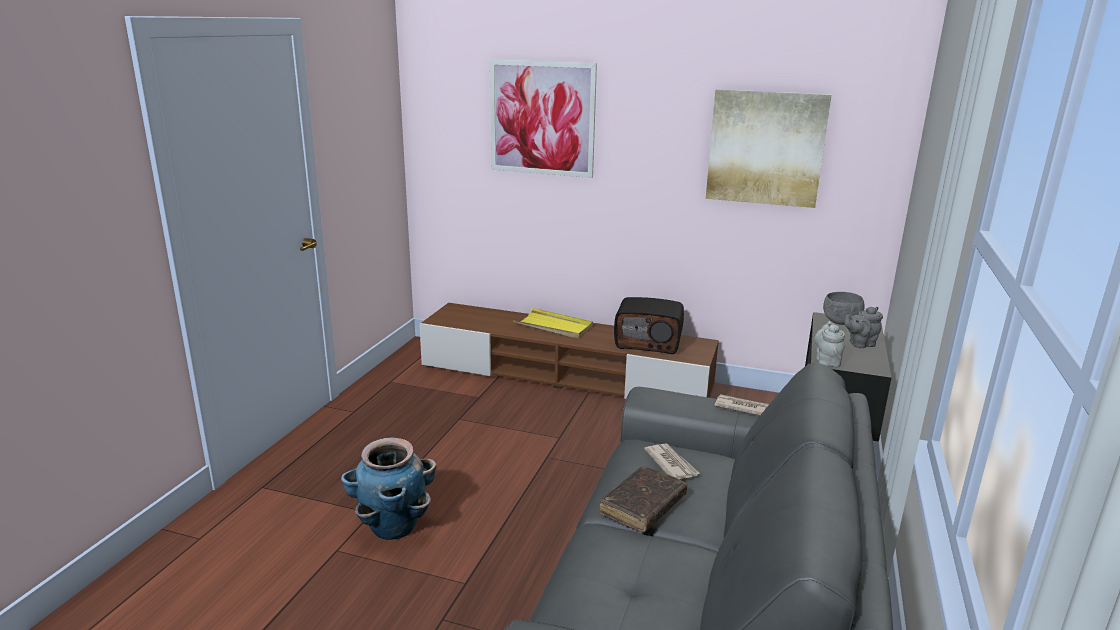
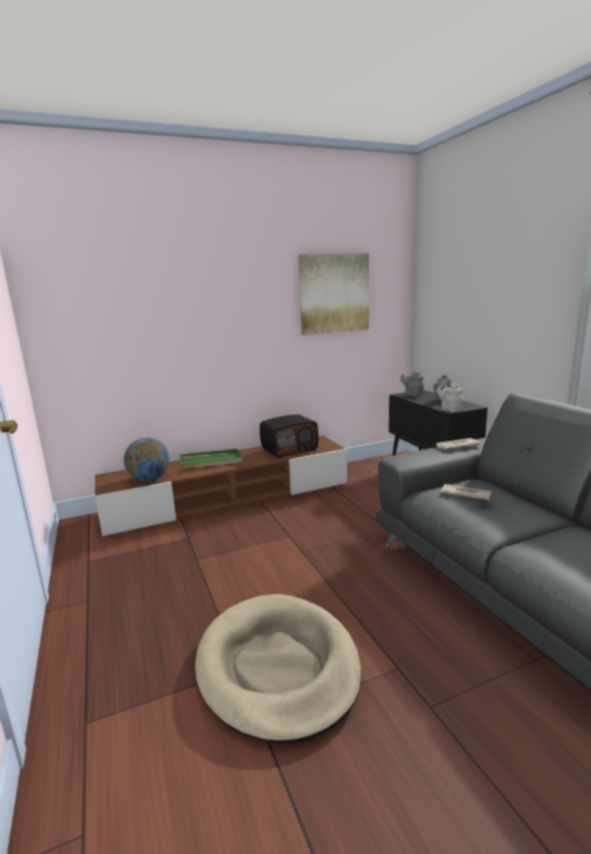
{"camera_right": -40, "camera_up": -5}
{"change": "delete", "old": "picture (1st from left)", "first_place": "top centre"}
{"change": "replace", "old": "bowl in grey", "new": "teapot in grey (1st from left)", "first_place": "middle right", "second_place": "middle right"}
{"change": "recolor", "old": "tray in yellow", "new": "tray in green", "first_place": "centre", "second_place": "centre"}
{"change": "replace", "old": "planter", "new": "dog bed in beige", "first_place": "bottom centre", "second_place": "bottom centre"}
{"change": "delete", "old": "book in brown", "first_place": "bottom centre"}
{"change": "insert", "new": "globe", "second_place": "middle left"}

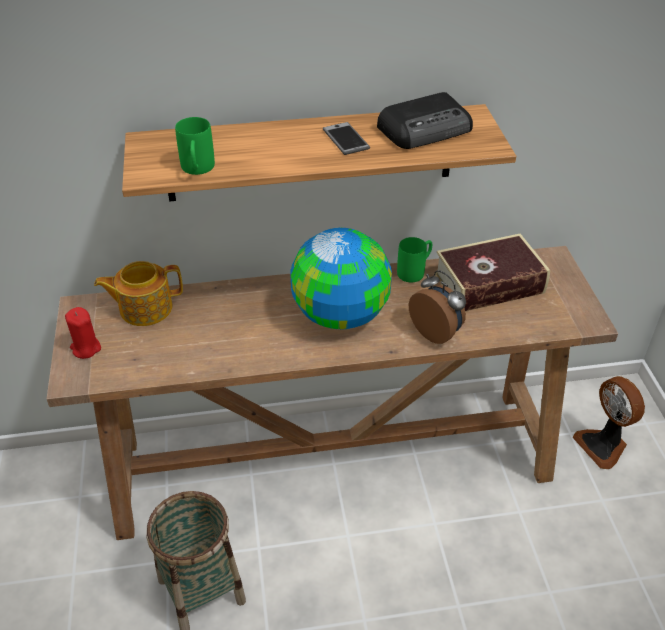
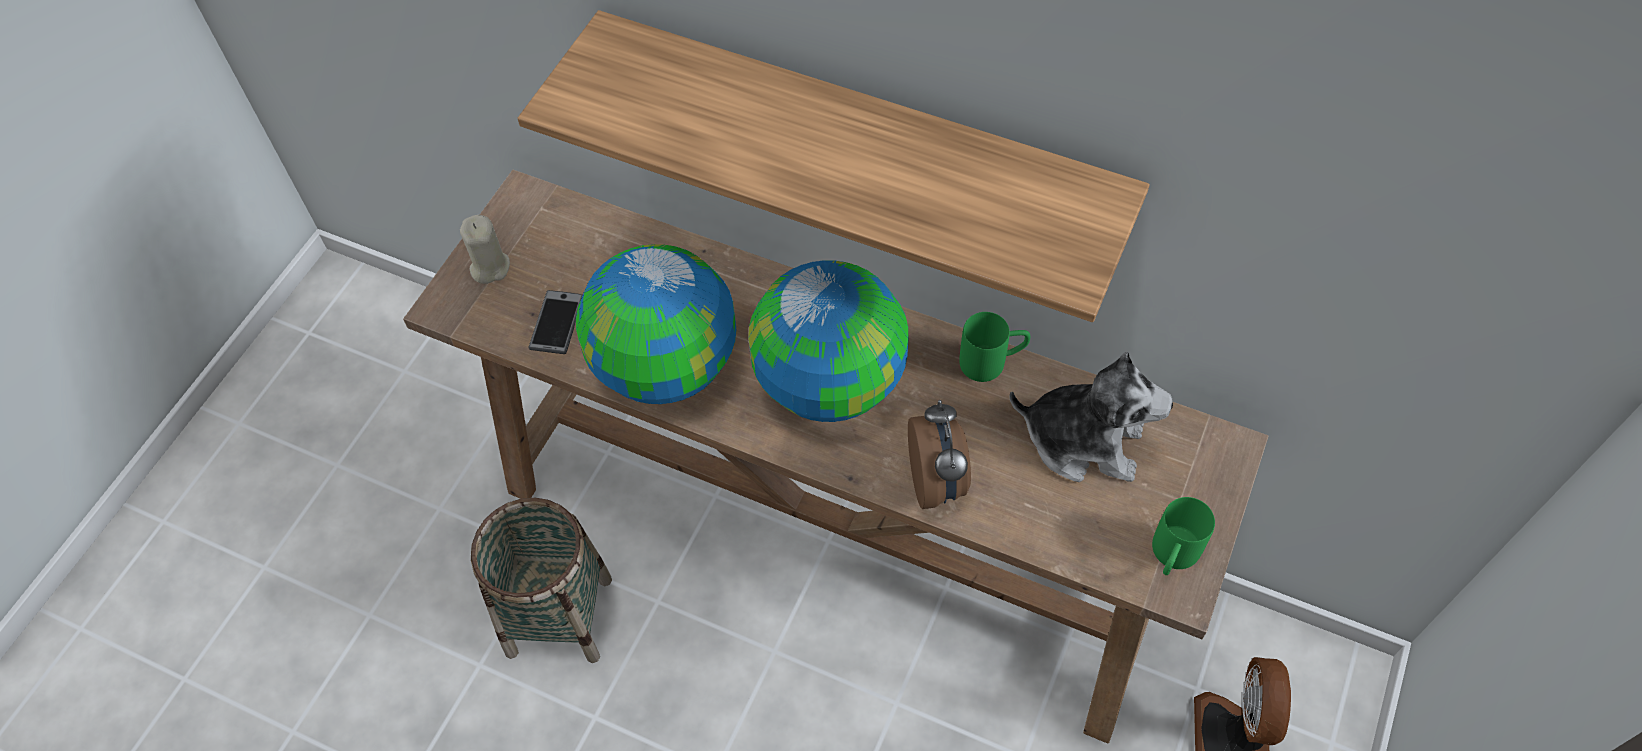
{"camera_right": 35, "camera_up": 15}
{"change": "delete", "old": "radio", "first_place": "top centre"}
{"change": "move", "old": "mug in green (1st from left in the first image)", "new": "mug in green (2nd from left)", "first_place": "top left", "second_place": "bottom right"}
{"change": "move", "old": "phone", "first_place": "top centre", "second_place": "centre"}
{"change": "replace", "old": "book", "new": "plush toy", "first_place": "middle right", "second_place": "centre"}
{"change": "delete", "old": "teapot", "first_place": "middle left"}
{"change": "recolor", "old": "candle in red", "new": "candle in beige", "first_place": "middle left", "second_place": "top left"}
{"change": "insert", "new": "globe (1st from left)", "second_place": "centre"}

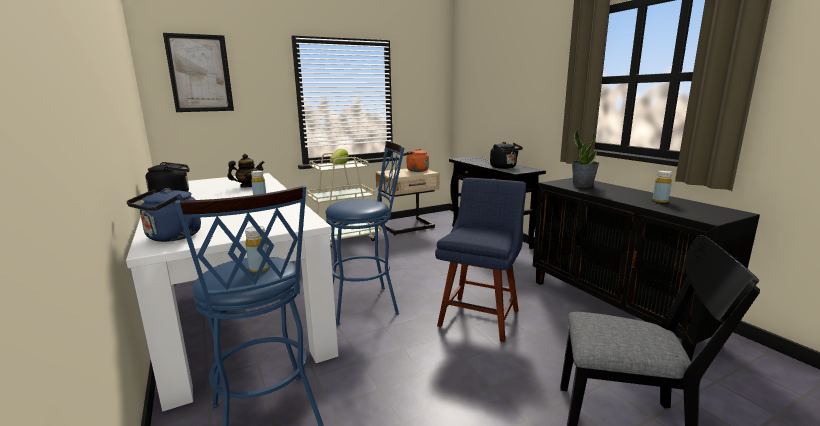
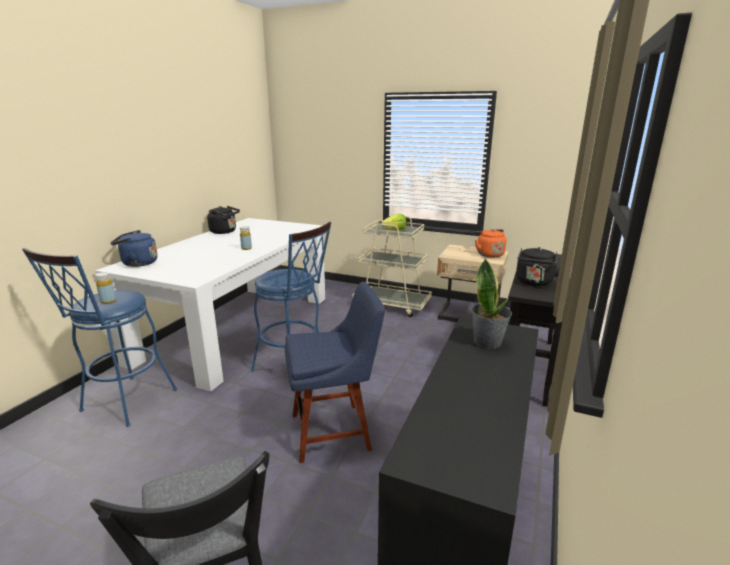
{"camera_right": 50, "camera_up": 5}
{"change": "delete", "old": "picture", "first_place": "top left"}
{"change": "delete", "old": "teapot", "first_place": "middle left"}
{"change": "delete", "old": "bottle in yellow (3rd from left)", "first_place": "middle right"}

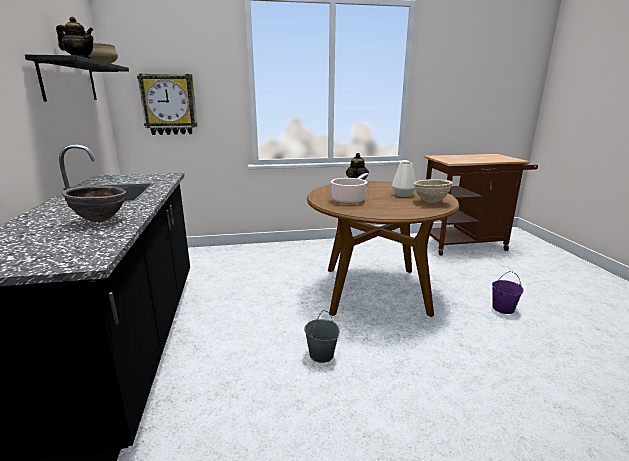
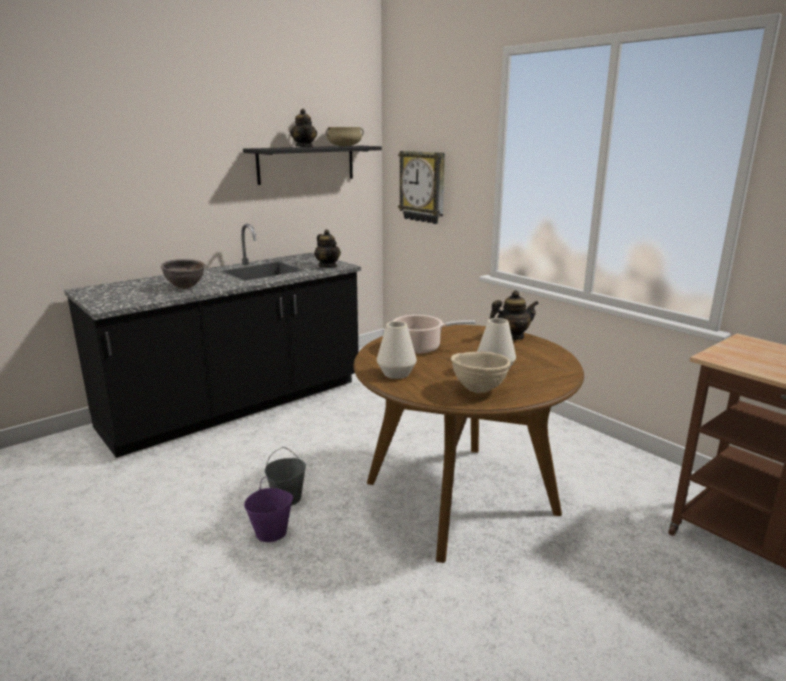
{"camera_right": 60, "camera_up": 0}
{"change": "move", "old": "bucket in purple", "first_place": "middle right", "second_place": "bottom centre"}
{"change": "insert", "new": "teapot (2nd from left)", "second_place": "centre"}
{"change": "insert", "new": "vase in white (1st from left)", "second_place": "centre"}

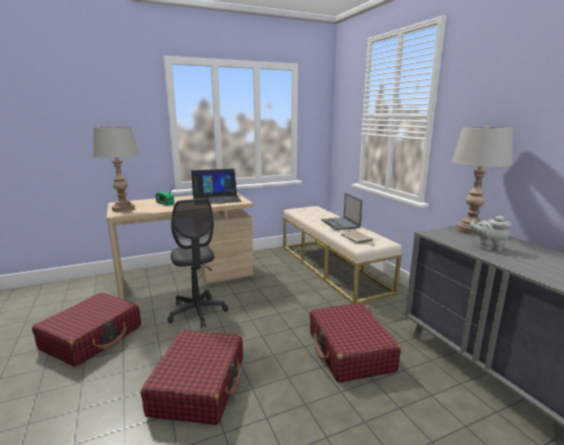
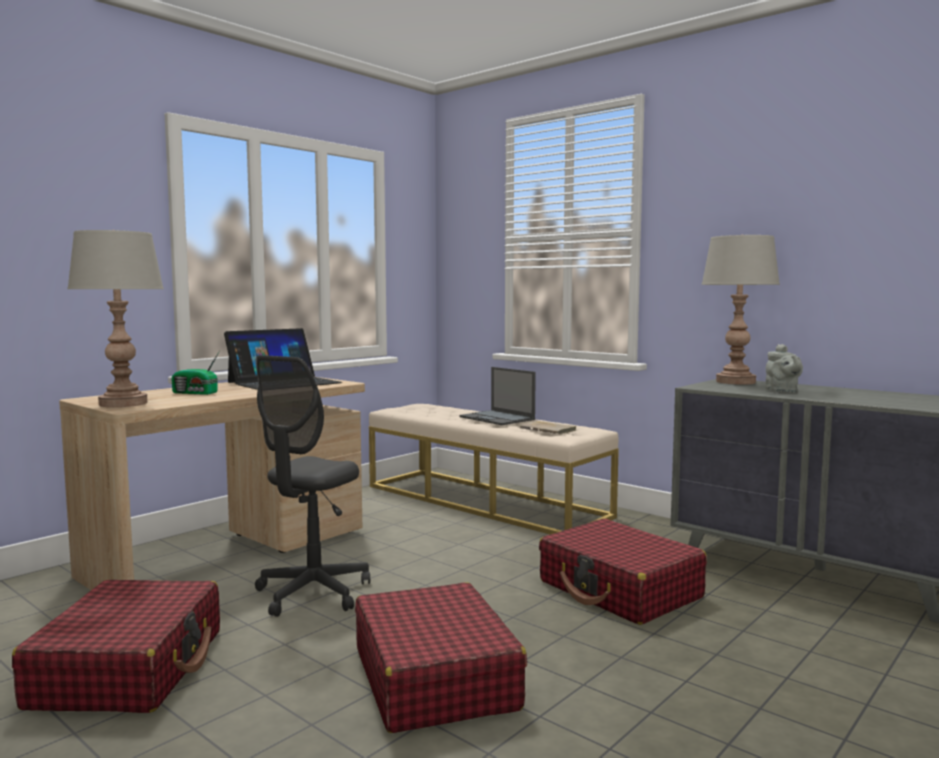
{"camera_right": -25, "camera_up": -10}
{"change": "rotate", "old": "office chair in grey", "first_place": "centre", "second_place": "middle left", "degrees": 75}
{"change": "rotate", "old": "teapot in grey", "first_place": "middle right", "second_place": "middle right", "degrees": -90}

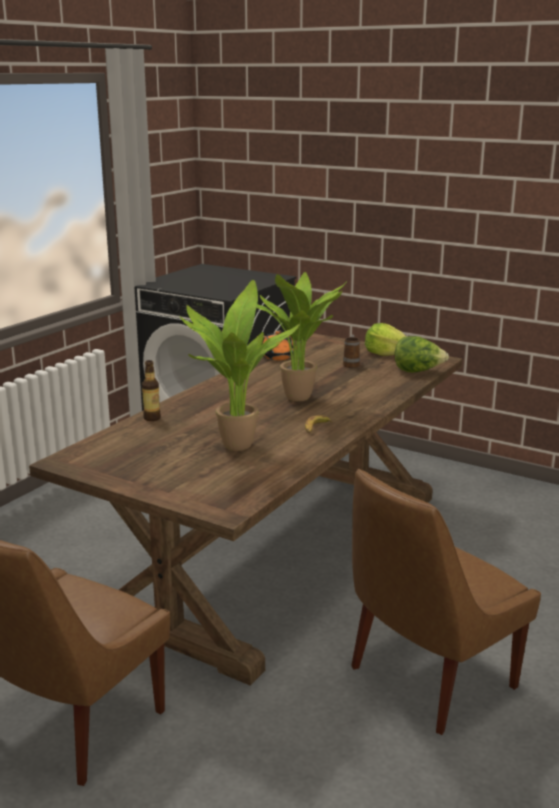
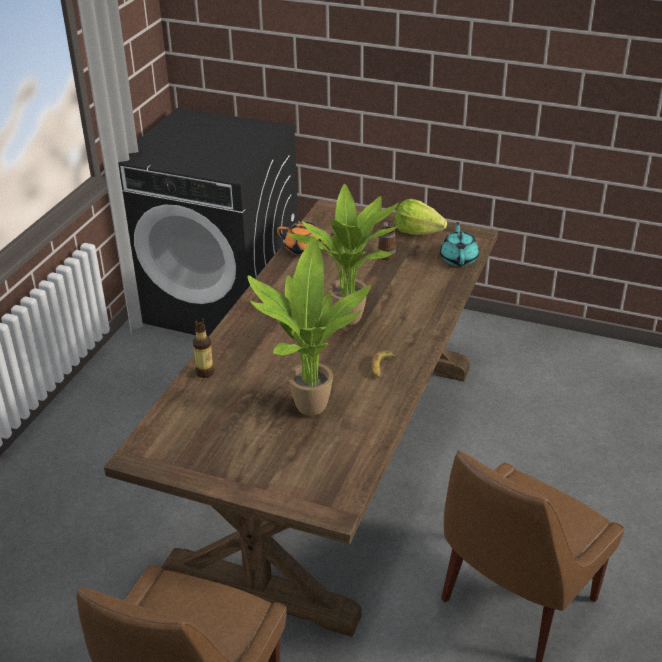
{"camera_right": -10, "camera_up": 15}
{"change": "replace", "old": "lettuce (2nd from left)", "new": "teapot in turquoise", "first_place": "middle right", "second_place": "middle right"}

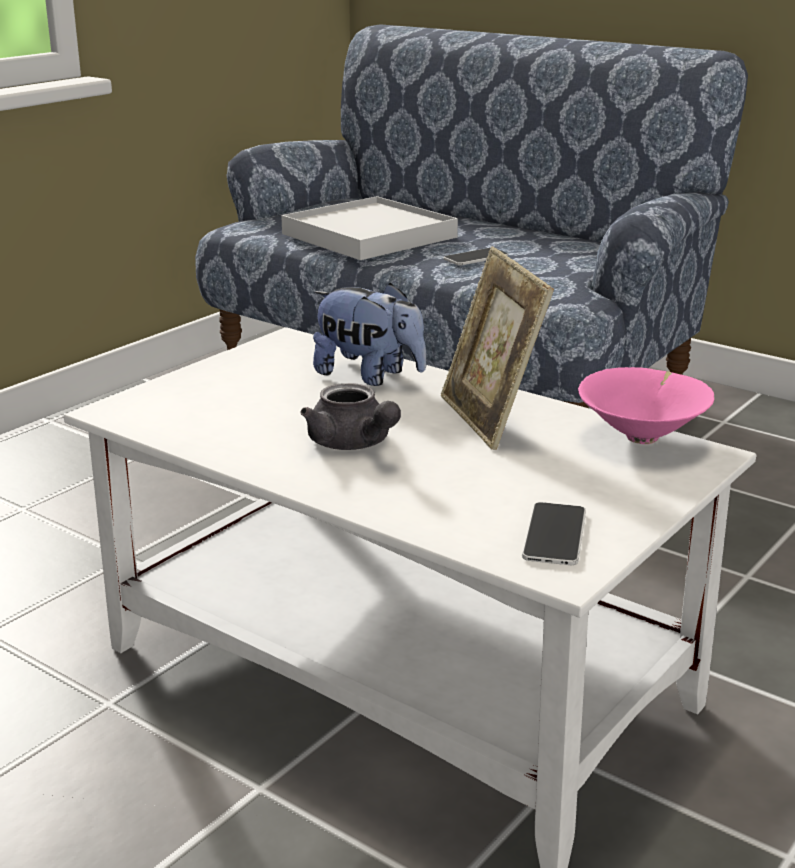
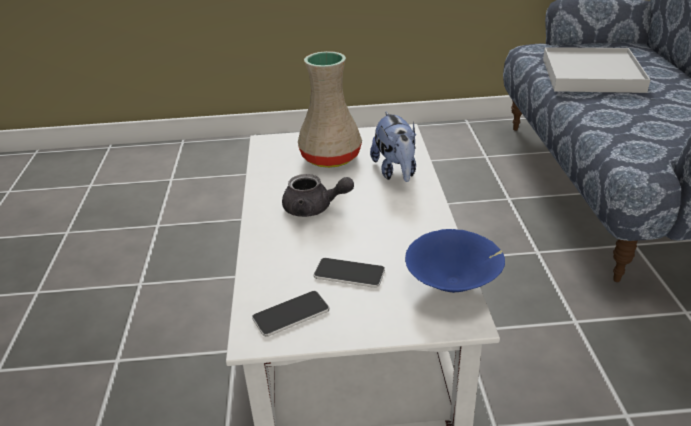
{"camera_right": 50, "camera_up": 10}
{"change": "delete", "old": "picture frame", "first_place": "centre"}
{"change": "move", "old": "phone (1st from left in the first image)", "new": "phone (2nd from left)", "first_place": "top centre", "second_place": "centre"}
{"change": "recolor", "old": "bowl in pink", "new": "bowl in blue", "first_place": "middle right", "second_place": "centre"}
{"change": "rotate", "old": "teapot in grey", "first_place": "centre", "second_place": "centre", "degrees": -90}
{"change": "insert", "new": "vase in beige", "second_place": "top centre"}

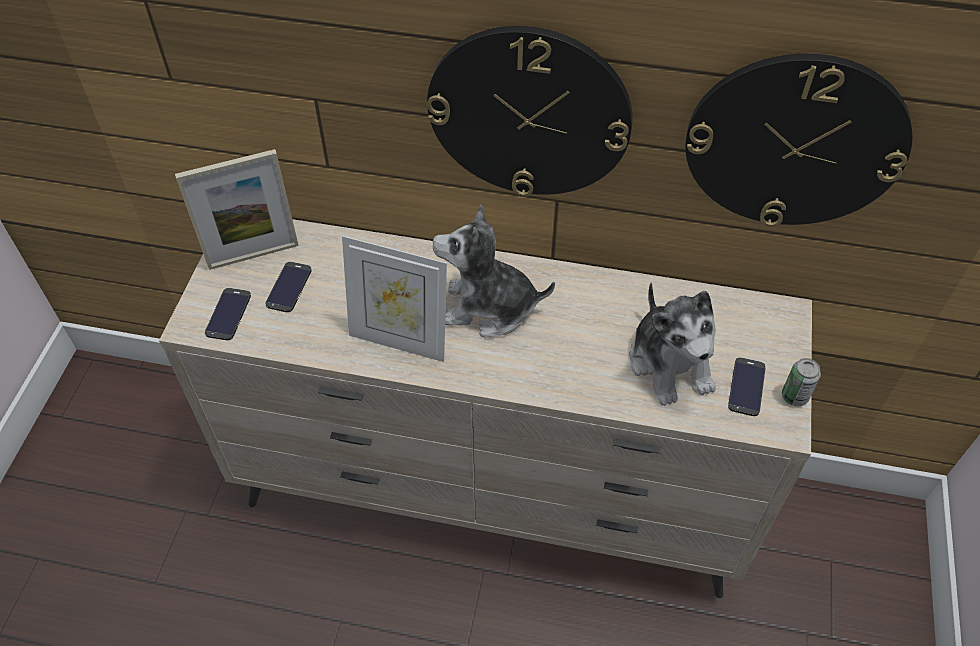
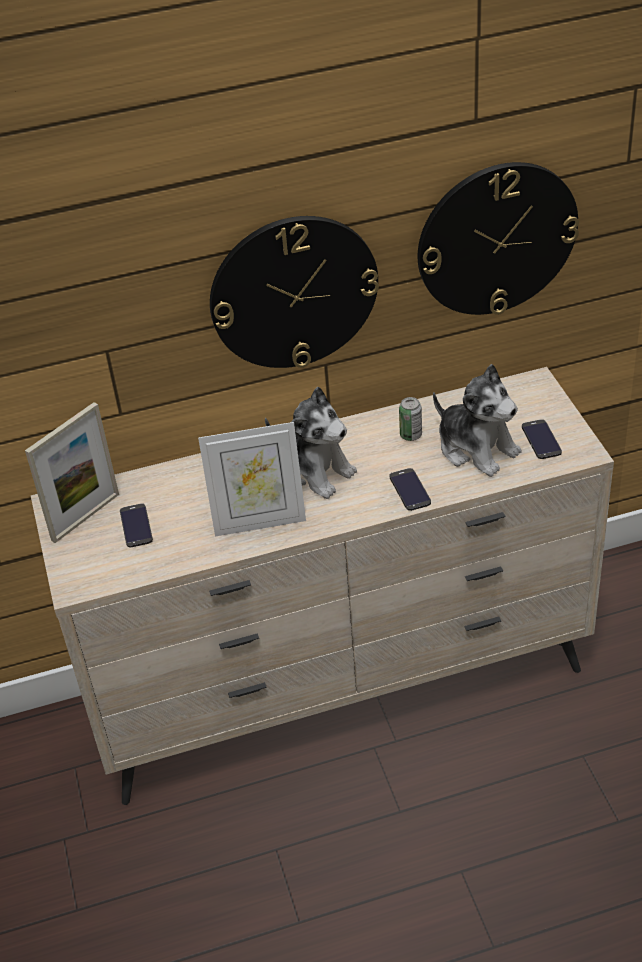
{"camera_right": -25, "camera_up": -10}
{"change": "rotate", "old": "plush toy (1st from left)", "first_place": "centre", "second_place": "centre", "degrees": -120}
{"change": "move", "old": "phone (1st from left in the first image)", "new": "phone (2nd from left)", "first_place": "middle left", "second_place": "centre"}
{"change": "move", "old": "can", "first_place": "middle right", "second_place": "centre"}

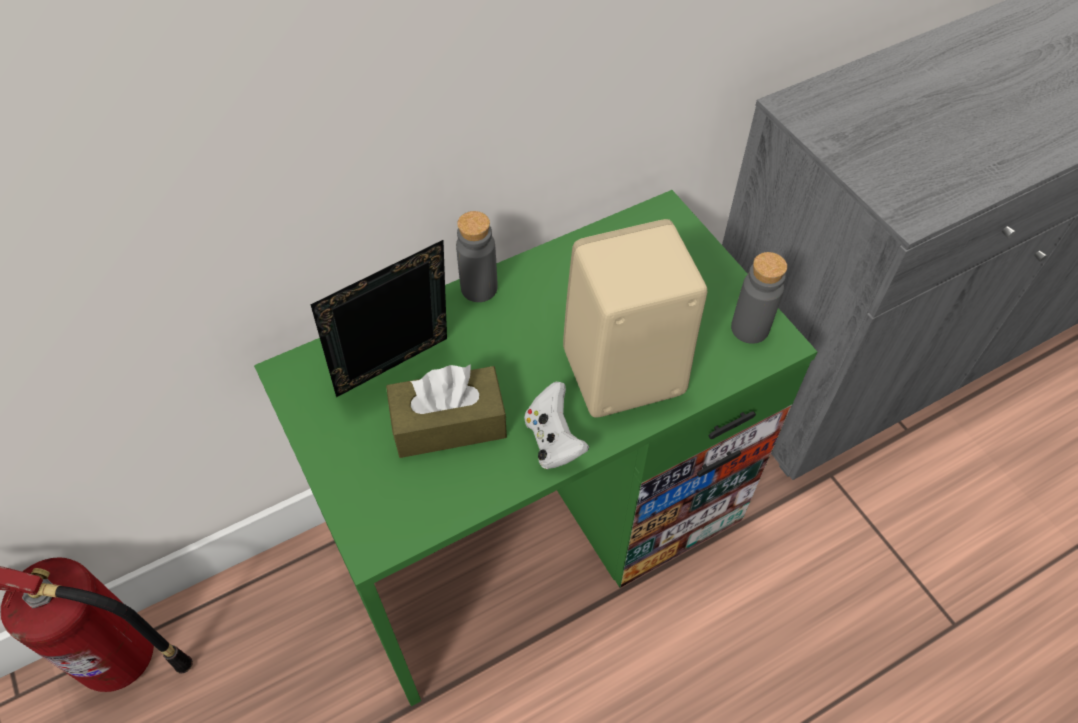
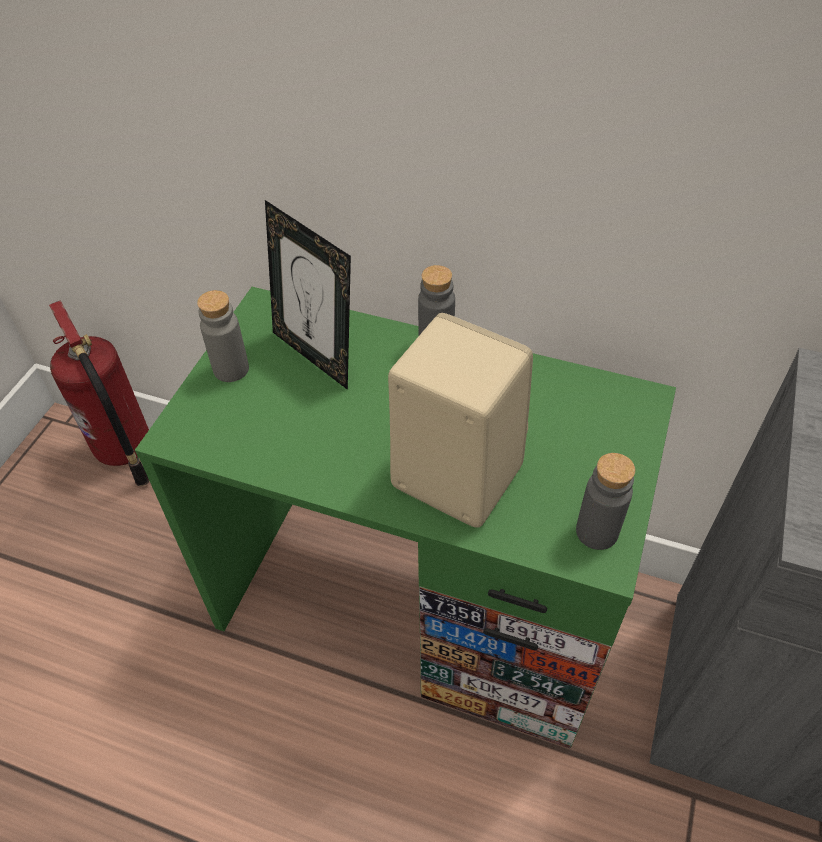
{"camera_right": 50, "camera_up": -5}
{"change": "rotate", "old": "picture frame", "first_place": "centre", "second_place": "centre", "degrees": -150}
{"change": "delete", "old": "tissue box in brown", "first_place": "centre"}
{"change": "delete", "old": "game controller in white", "first_place": "centre"}
{"change": "insert", "new": "bottle in grey (1st from left)", "second_place": "middle left"}

